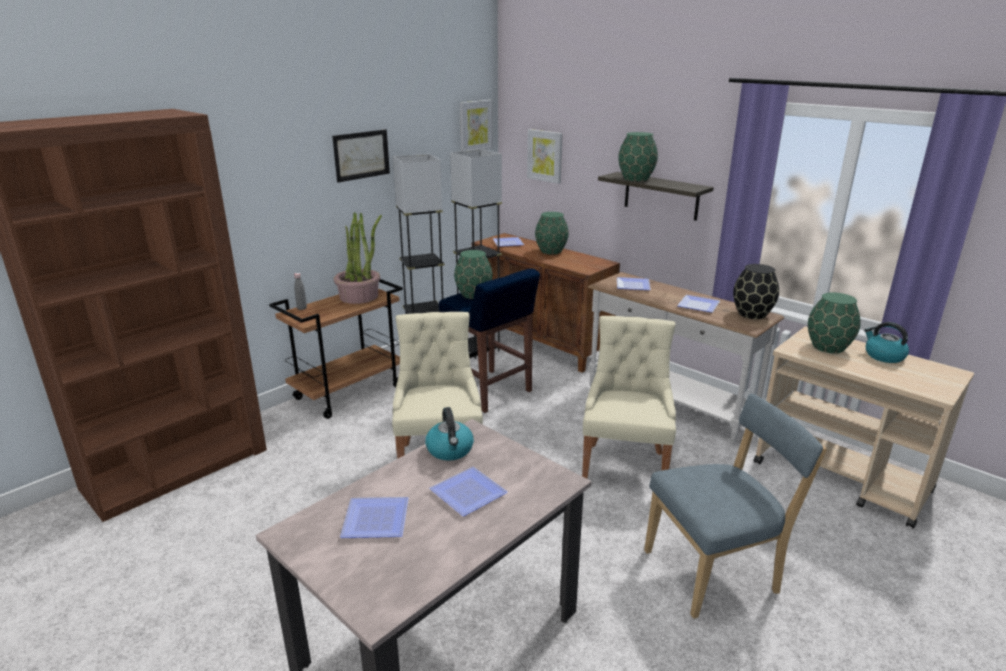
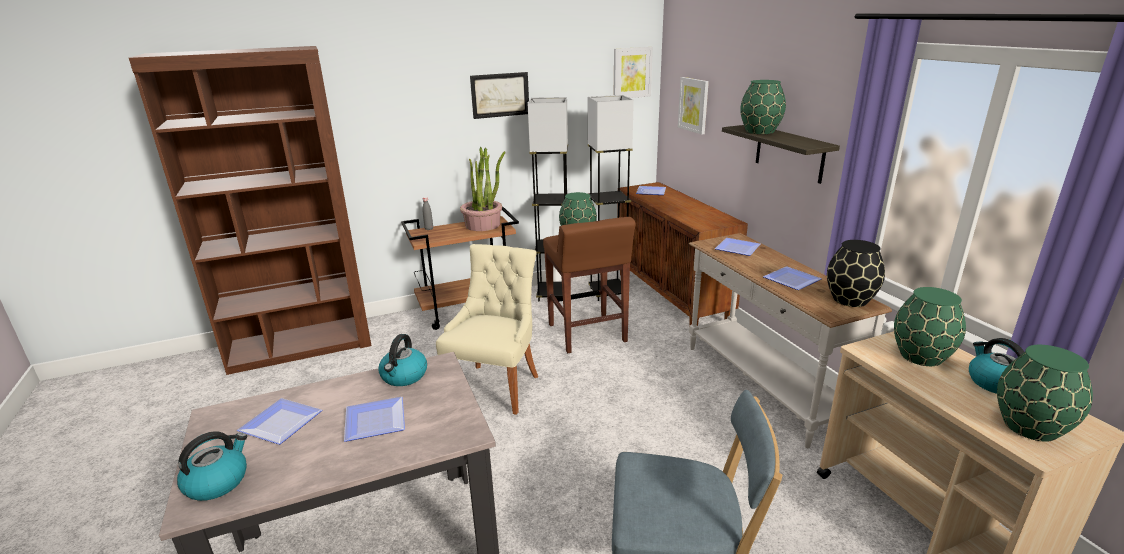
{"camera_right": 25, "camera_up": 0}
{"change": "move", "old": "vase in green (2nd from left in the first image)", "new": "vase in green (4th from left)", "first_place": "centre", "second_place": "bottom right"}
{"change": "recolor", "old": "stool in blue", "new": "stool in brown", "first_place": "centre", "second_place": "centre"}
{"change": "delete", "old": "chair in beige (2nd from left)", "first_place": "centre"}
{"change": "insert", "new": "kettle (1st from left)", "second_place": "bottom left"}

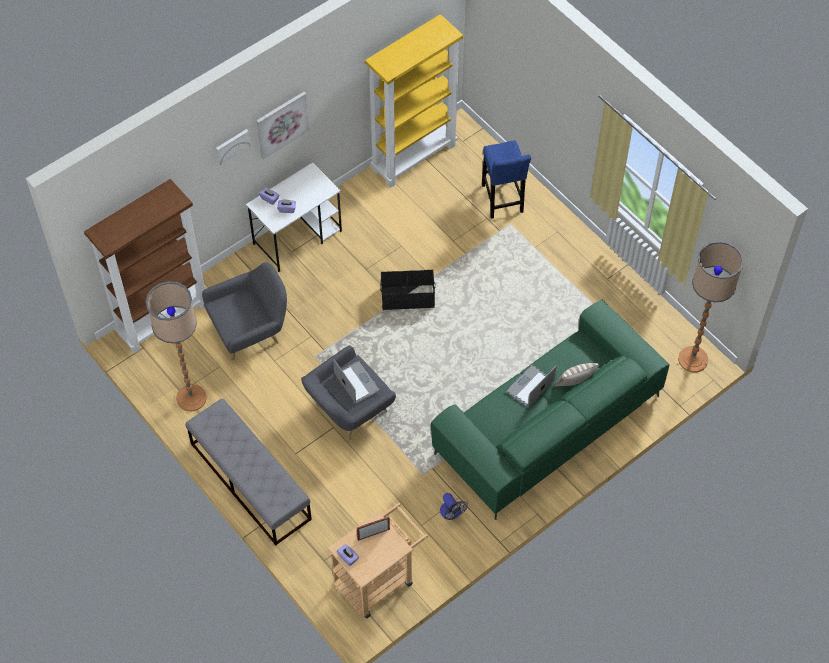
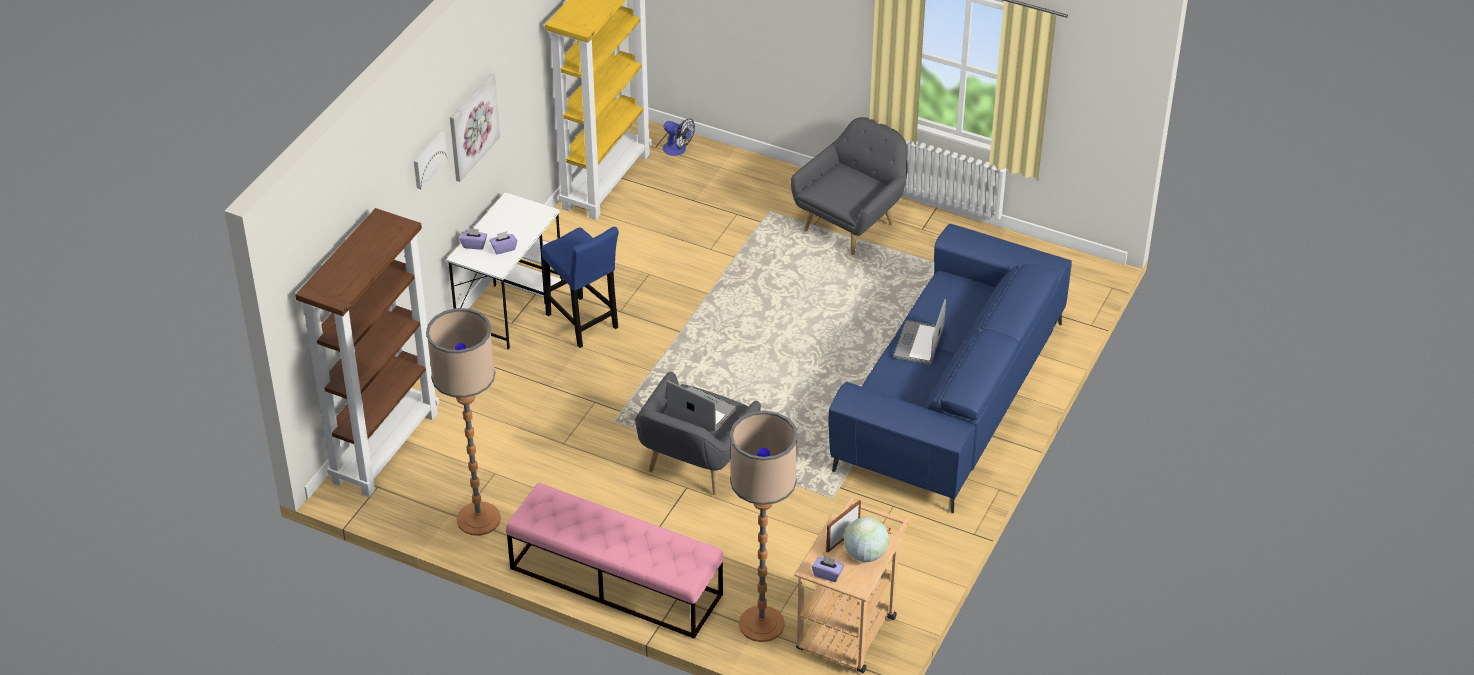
{"camera_right": -25, "camera_up": -15}
{"change": "move", "old": "stool in blue", "first_place": "top centre", "second_place": "centre"}
{"change": "move", "old": "floor lamp (2nd from left)", "first_place": "middle right", "second_place": "bottom centre"}
{"change": "move", "old": "armchair in grey (1st from left in the first image)", "new": "armchair in grey (2nd from left)", "first_place": "middle left", "second_place": "top centre"}
{"change": "delete", "old": "storage box in black", "first_place": "centre"}
{"change": "recolor", "old": "sofa in green", "new": "sofa in blue", "first_place": "centre", "second_place": "centre"}
{"change": "delete", "old": "pillow", "first_place": "middle right"}
{"change": "recolor", "old": "bench in grey", "new": "bench in pink", "first_place": "bottom left", "second_place": "bottom centre"}
{"change": "move", "old": "fan", "first_place": "bottom centre", "second_place": "top centre"}
{"change": "insert", "new": "globe", "second_place": "bottom centre"}

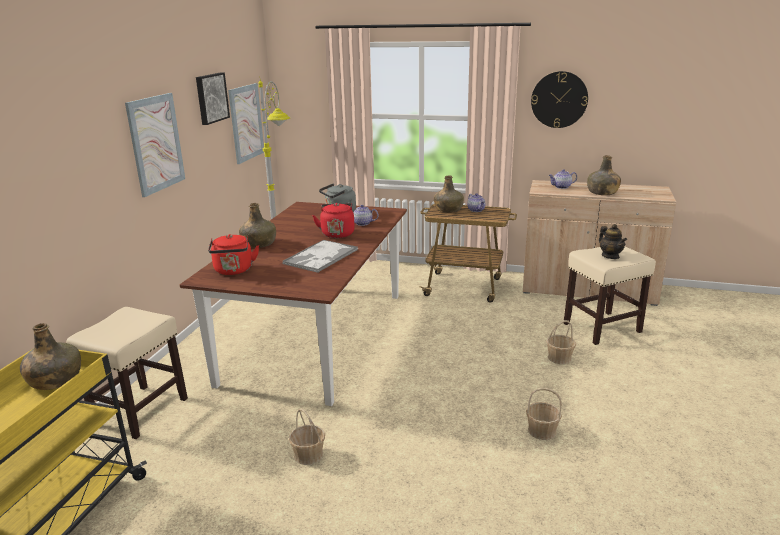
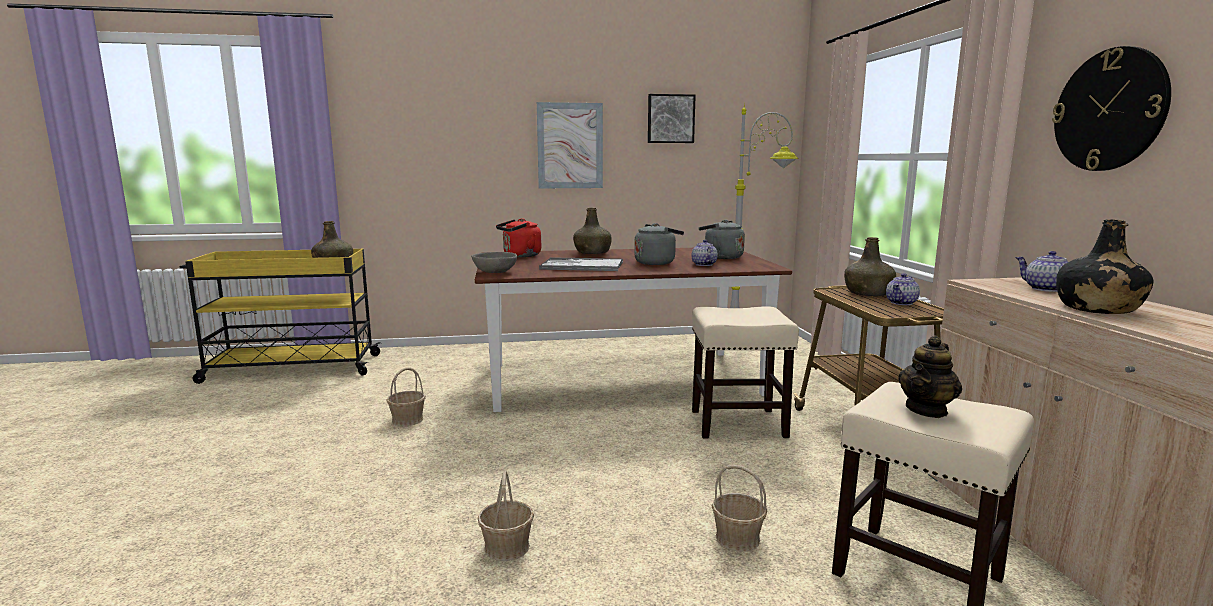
{"camera_right": 65, "camera_up": -10}
{"change": "delete", "old": "picture (3rd from left)", "first_place": "top left"}
{"change": "recolor", "old": "bottle in green (4th from left)", "new": "bottle in black", "first_place": "top right", "second_place": "middle right"}
{"change": "recolor", "old": "kettle in red (2nd from left)", "new": "kettle in grey (1st from left)", "first_place": "centre", "second_place": "centre"}
{"change": "move", "old": "stool in beige (1st from left)", "first_place": "bottom left", "second_place": "centre"}
{"change": "insert", "new": "bowl in grey", "second_place": "centre"}

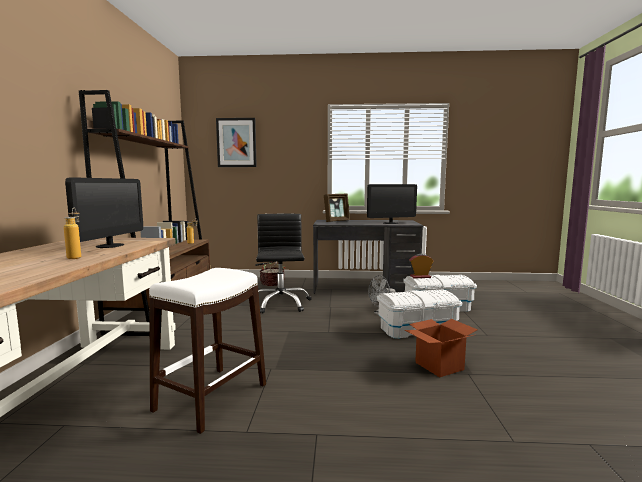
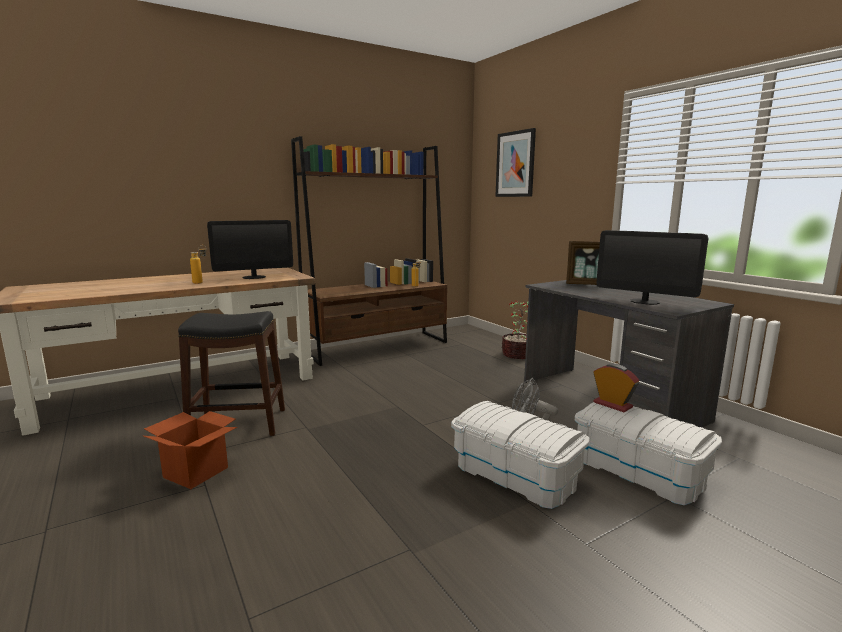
{"camera_right": 55, "camera_up": 5}
{"change": "delete", "old": "office chair in black", "first_place": "centre"}
{"change": "recolor", "old": "stool in white", "new": "stool in black", "first_place": "bottom left", "second_place": "middle left"}
{"change": "move", "old": "cardboard box", "first_place": "bottom right", "second_place": "bottom left"}

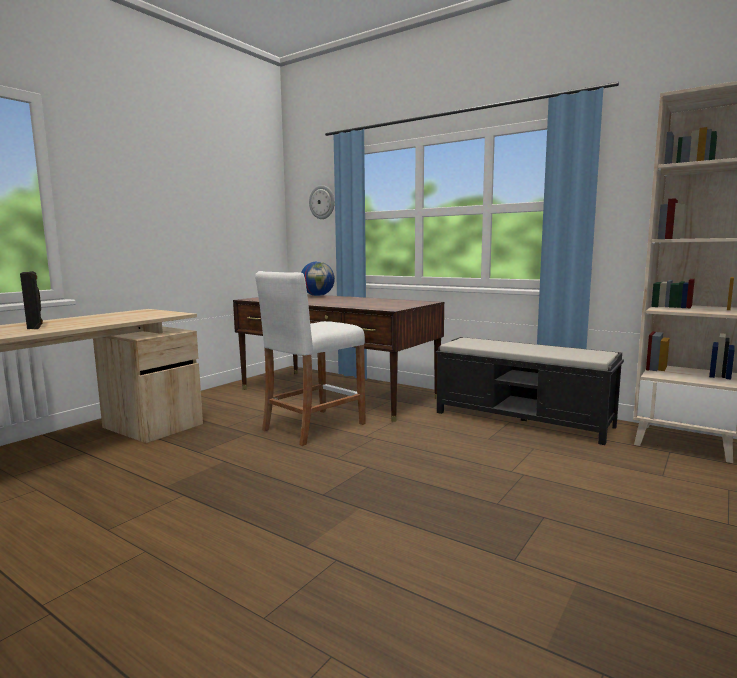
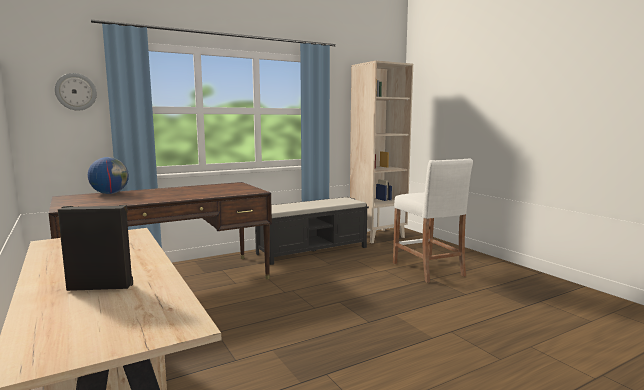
{"camera_right": -65, "camera_up": 0}
{"change": "move", "old": "stool in white", "first_place": "centre", "second_place": "middle right"}

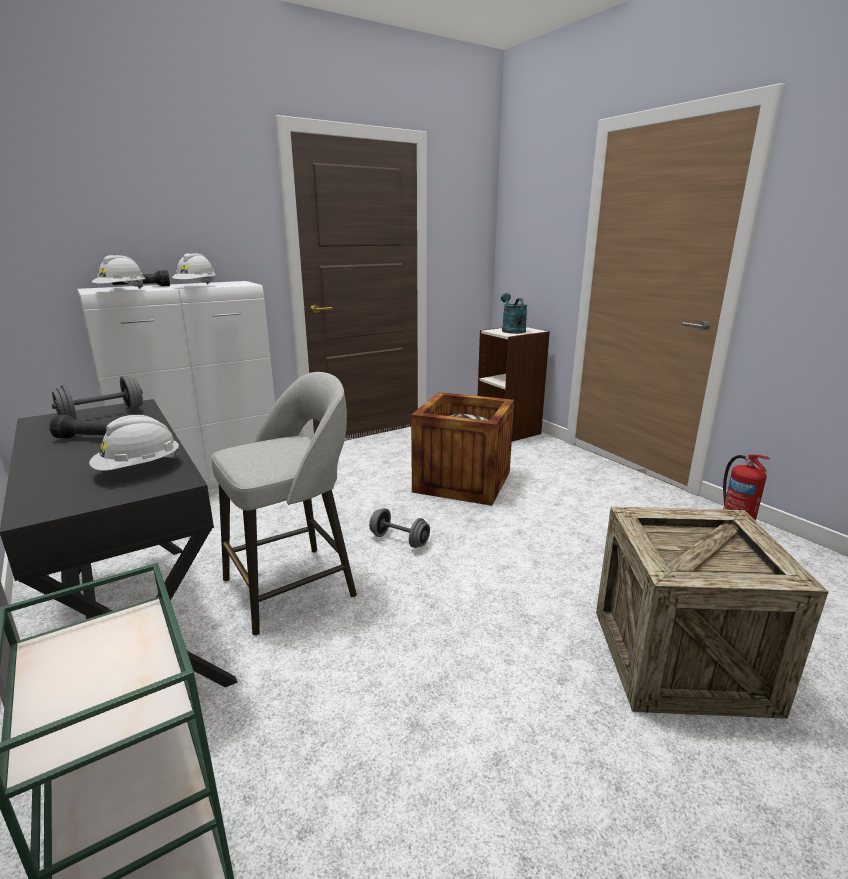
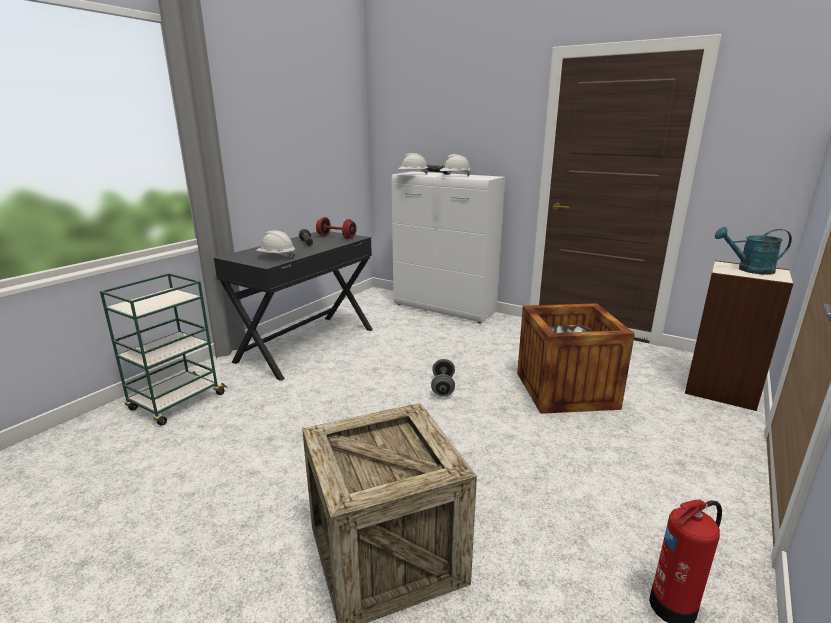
{"camera_right": 65, "camera_up": 0}
{"change": "rotate", "old": "watering can in turquoise", "first_place": "centre", "second_place": "middle right", "degrees": -135}
{"change": "delete", "old": "stool in grey", "first_place": "centre"}
{"change": "recolor", "old": "dumbbell in grey (1st from left)", "new": "dumbbell in red", "first_place": "middle left", "second_place": "centre"}

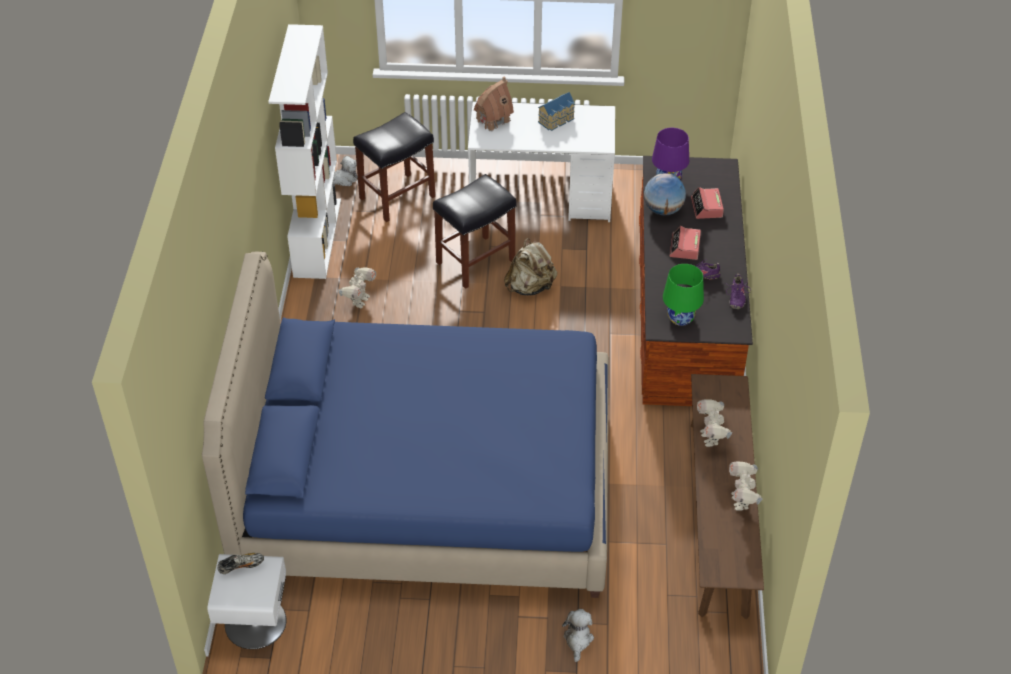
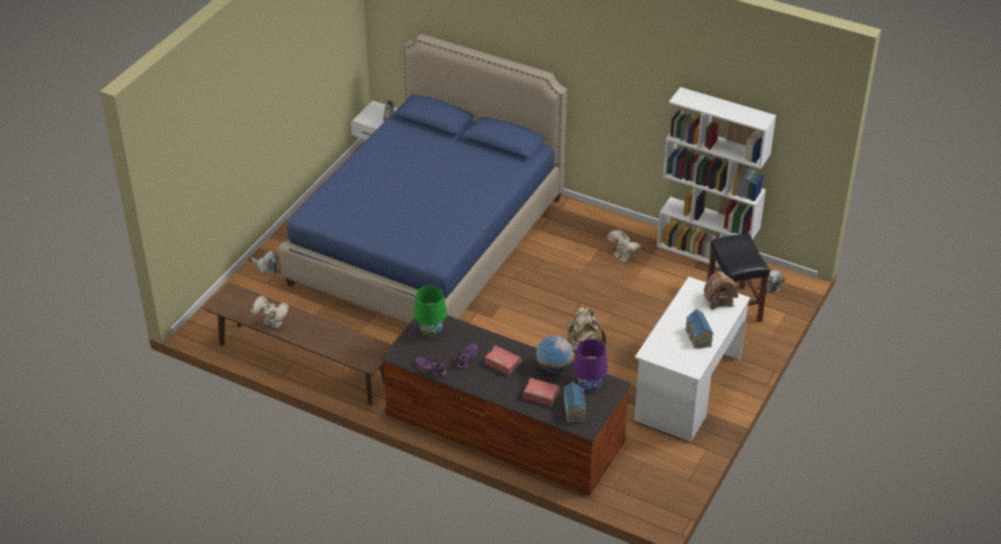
{"camera_right": 115, "camera_up": -5}
{"change": "delete", "old": "stool in black (2nd from left)", "first_place": "centre"}
{"change": "delete", "old": "toy robot (2nd from left)", "first_place": "middle right"}
{"change": "insert", "new": "toy house (1st from left)", "second_place": "bottom centre"}

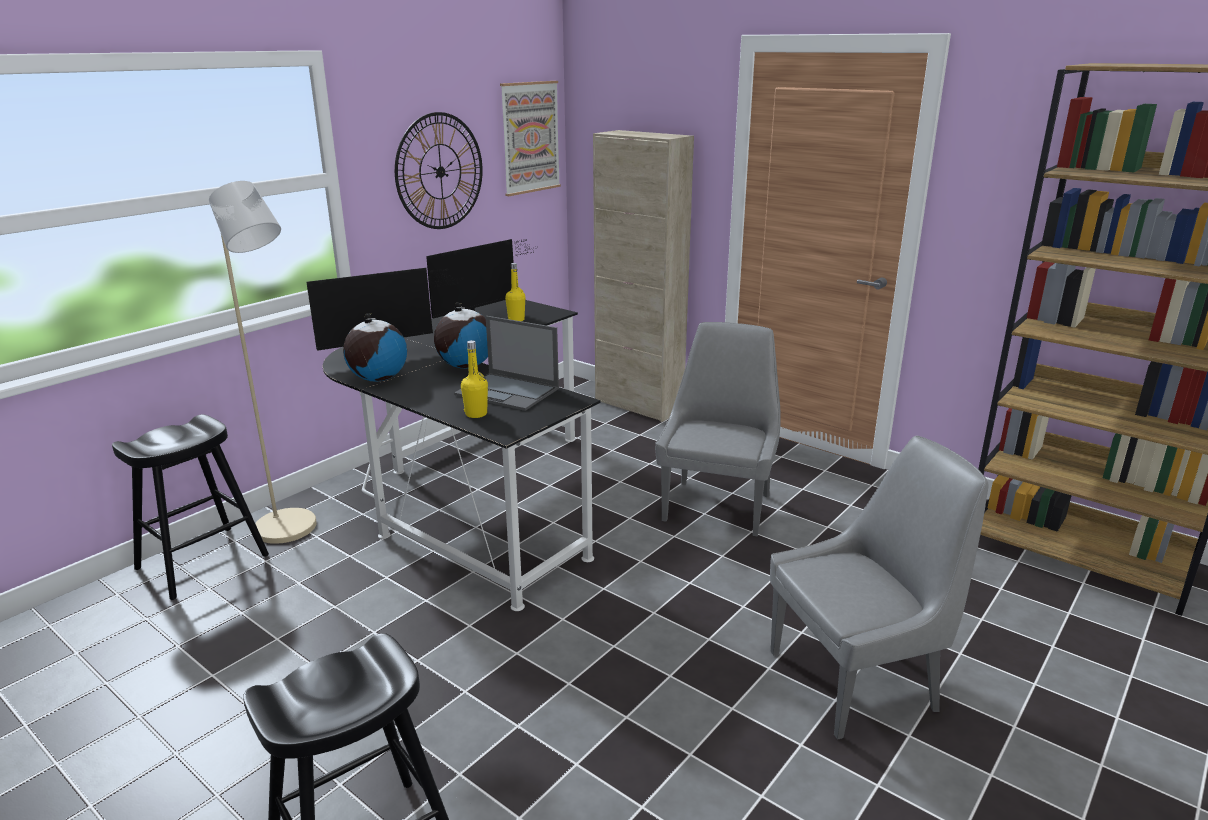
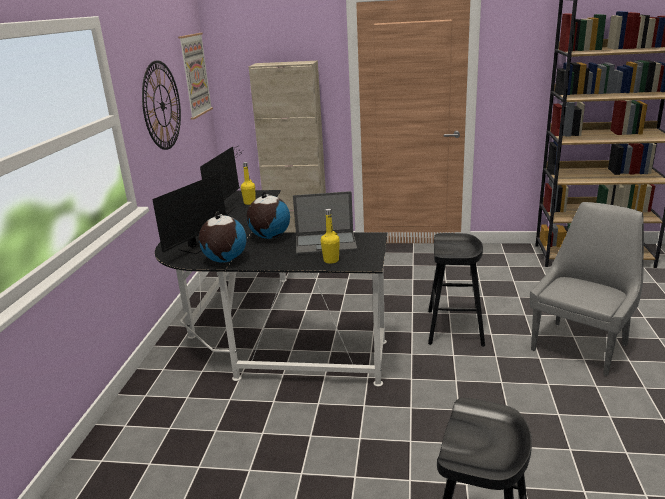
{"camera_right": -30, "camera_up": 0}
{"change": "delete", "old": "floor lamp in beige", "first_place": "middle left"}
{"change": "delete", "old": "chair in grey (1st from left)", "first_place": "centre"}
{"change": "move", "old": "stool in black (1st from left)", "first_place": "middle left", "second_place": "middle right"}

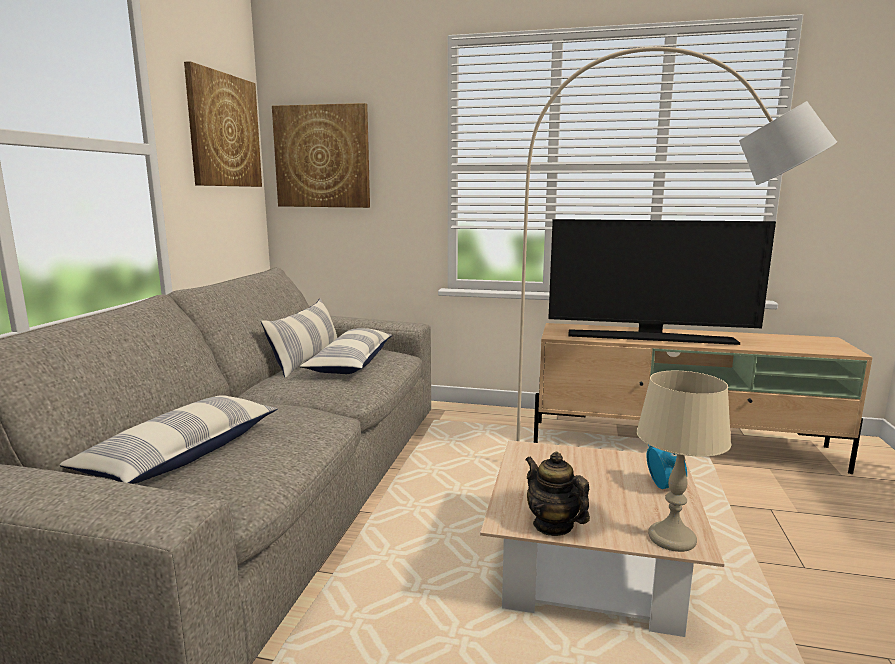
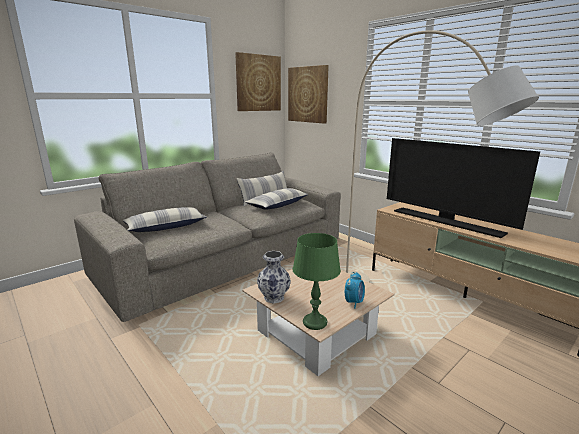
{"camera_right": 35, "camera_up": 5}
{"change": "recolor", "old": "table lamp in beige", "new": "table lamp in green", "first_place": "bottom right", "second_place": "centre"}
{"change": "replace", "old": "teapot", "new": "vase", "first_place": "bottom centre", "second_place": "centre"}

